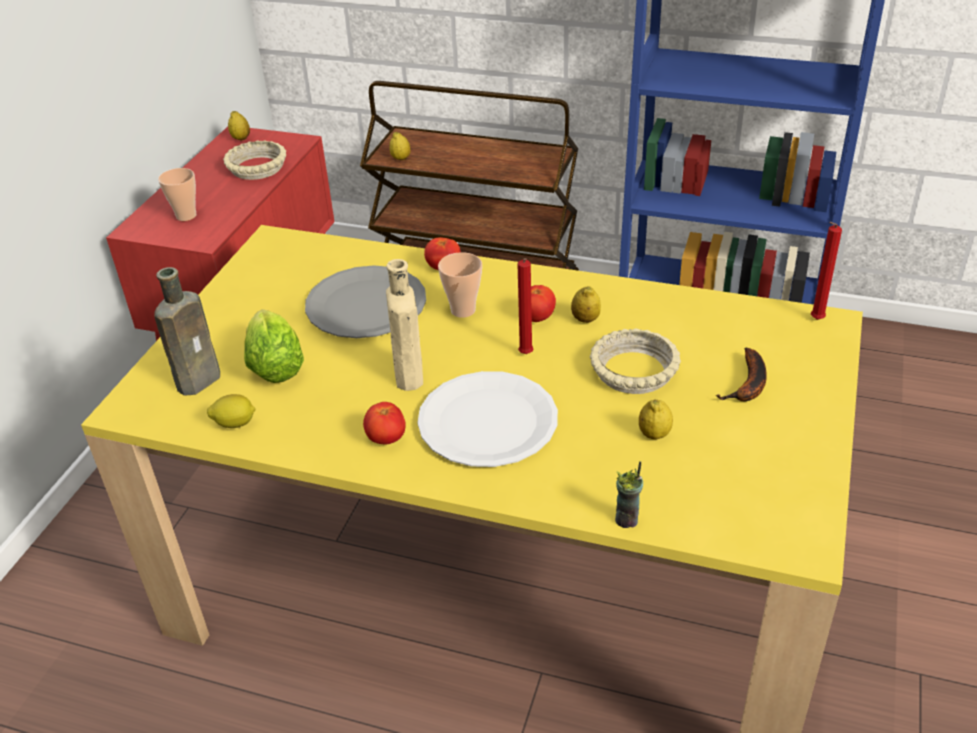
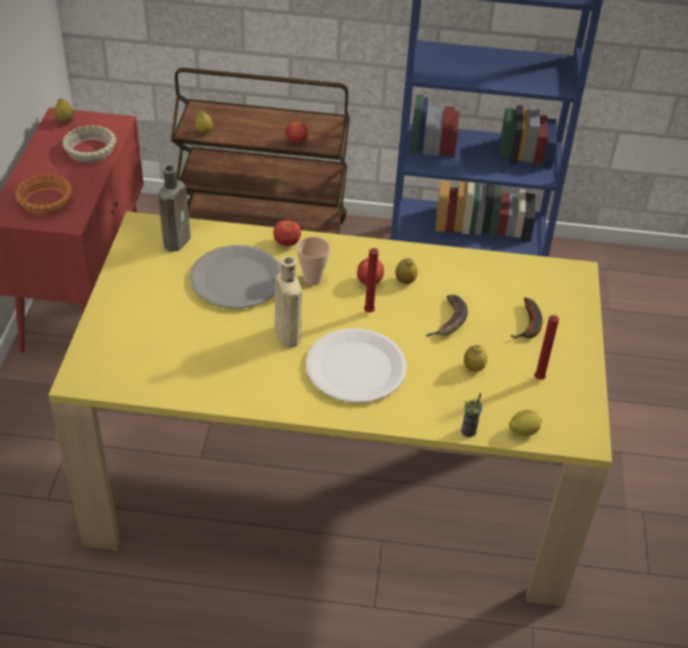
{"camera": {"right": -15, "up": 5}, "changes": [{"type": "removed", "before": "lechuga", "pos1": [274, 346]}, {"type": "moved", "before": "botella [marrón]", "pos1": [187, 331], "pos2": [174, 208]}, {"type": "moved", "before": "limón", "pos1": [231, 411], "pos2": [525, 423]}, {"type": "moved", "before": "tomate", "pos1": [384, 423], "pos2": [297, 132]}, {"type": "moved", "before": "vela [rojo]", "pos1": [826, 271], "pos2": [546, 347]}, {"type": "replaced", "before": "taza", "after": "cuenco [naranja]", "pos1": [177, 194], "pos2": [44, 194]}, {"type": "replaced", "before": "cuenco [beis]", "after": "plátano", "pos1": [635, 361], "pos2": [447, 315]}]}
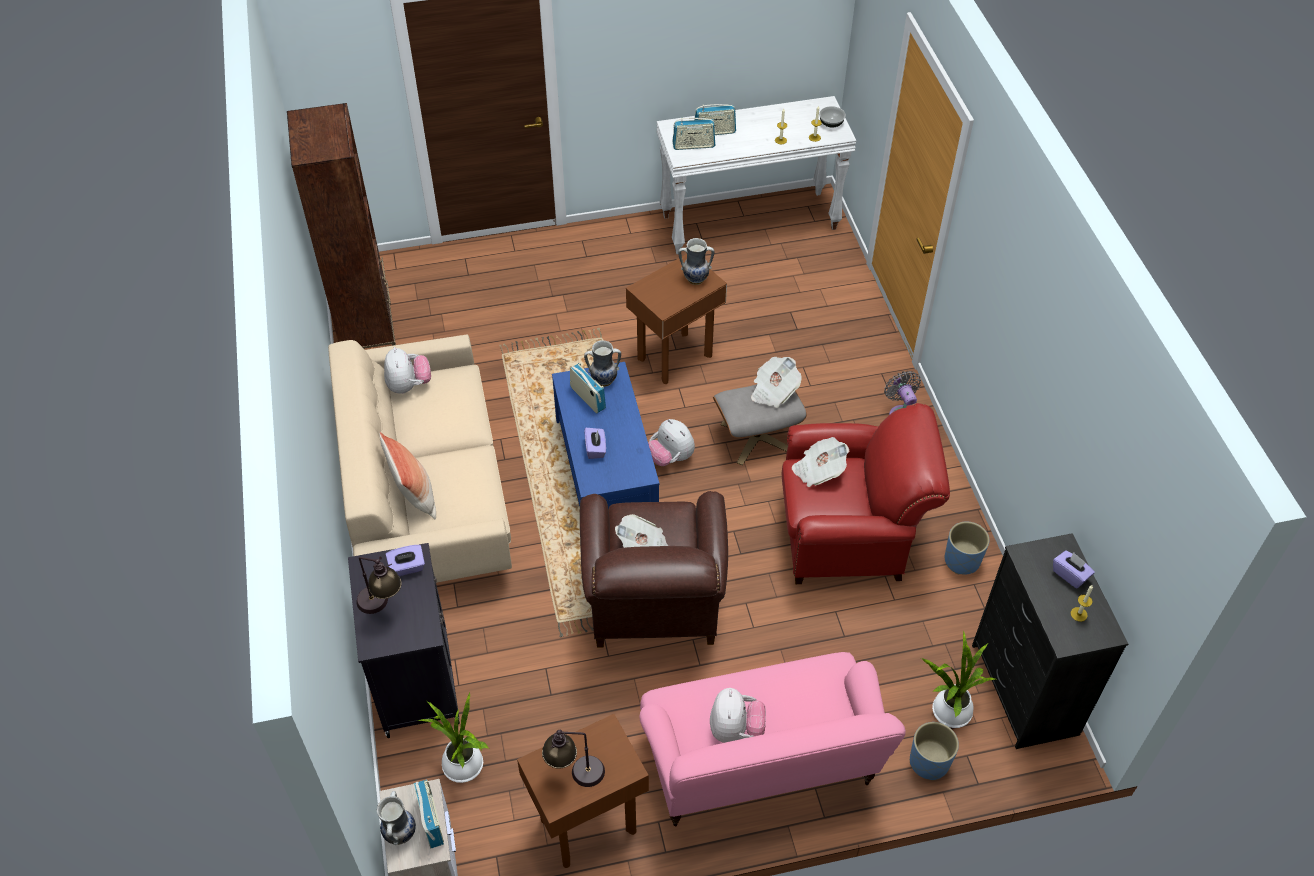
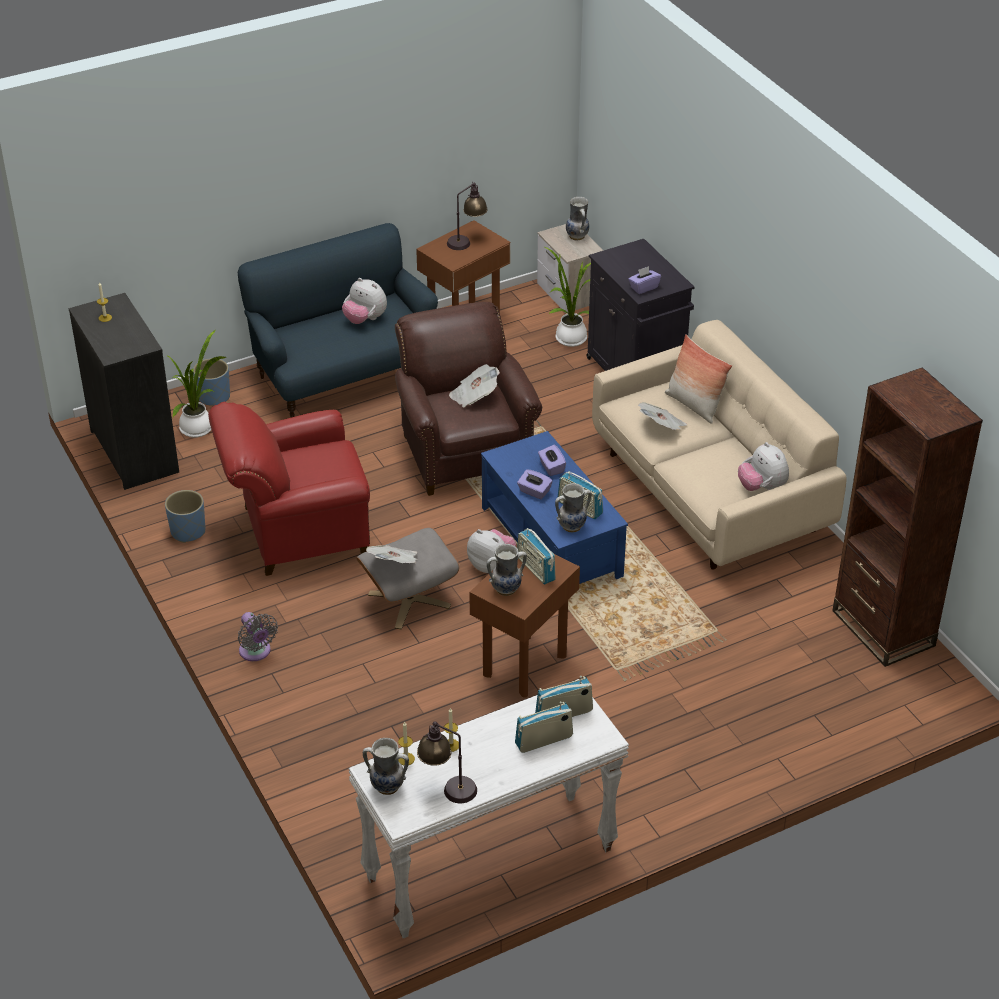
{"camera": {"right": 165, "up": -10}, "changes": [{"type": "moved", "before": "lámpara de mesa", "pos1": [379, 585], "pos2": [447, 762]}, {"type": "moved", "before": "radio", "pos1": [428, 814], "pos2": [536, 556]}, {"type": "moved", "before": "periódico", "pos1": [820, 462], "pos2": [662, 416]}, {"type": "moved", "before": "caja de pañuelos [morado]", "pos1": [1074, 569], "pos2": [534, 484]}, {"type": "replaced", "before": "cuenco", "after": "florero", "pos1": [832, 117], "pos2": [386, 766]}, {"type": "recoloured", "before": "sofá [rosa]", "after": "sofá [azul]", "pos1": [772, 739], "pos2": [338, 320]}, {"type": "turned", "before": "peluche", "pos1": [738, 715], "pos2": [364, 301], "turn": -45}]}
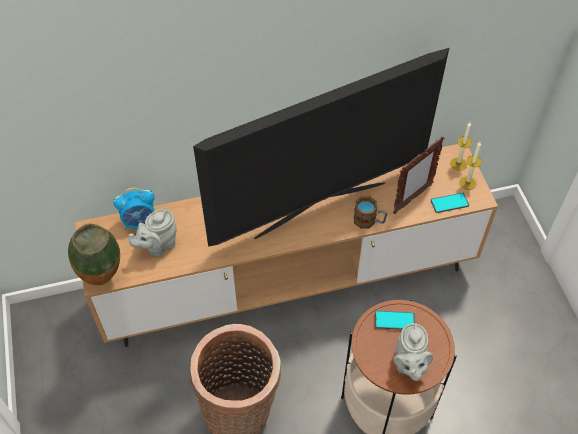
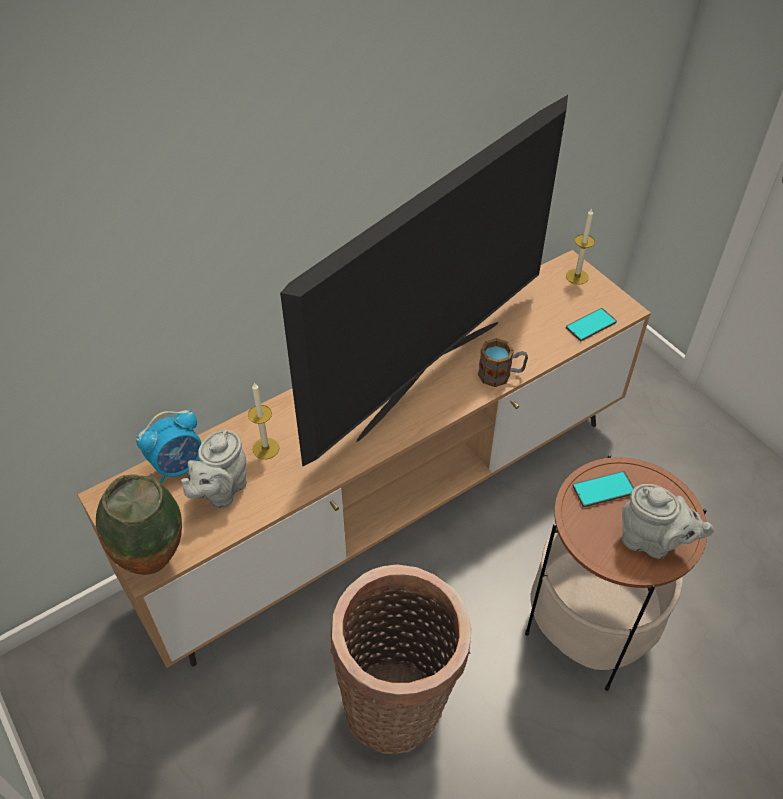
{"camera": {"right": -20, "up": -5}, "changes": [{"type": "removed", "before": "portarretratos", "pos1": [418, 175]}, {"type": "moved", "before": "vela", "pos1": [470, 166], "pos2": [263, 420]}, {"type": "turned", "before": "tetera [gris]", "pos1": [413, 352], "pos2": [668, 521], "turn": -45}]}
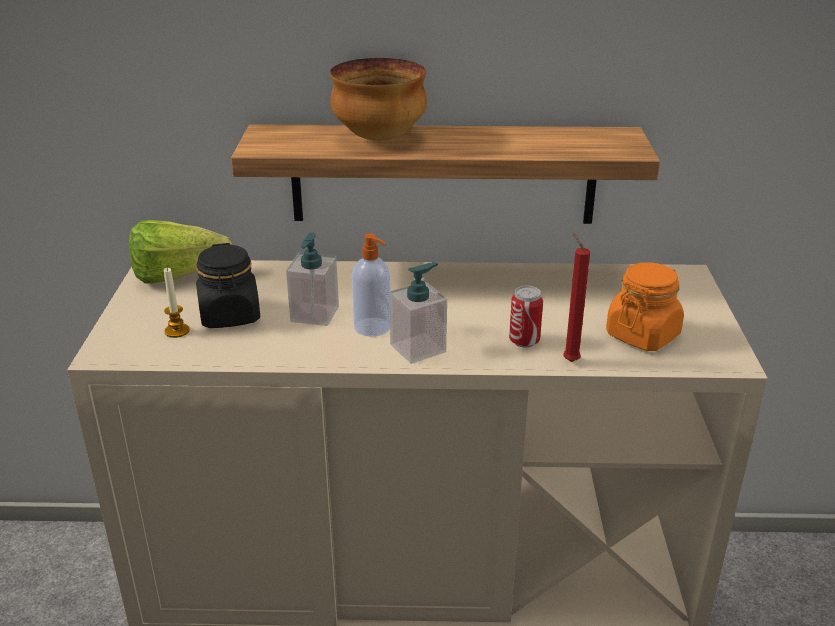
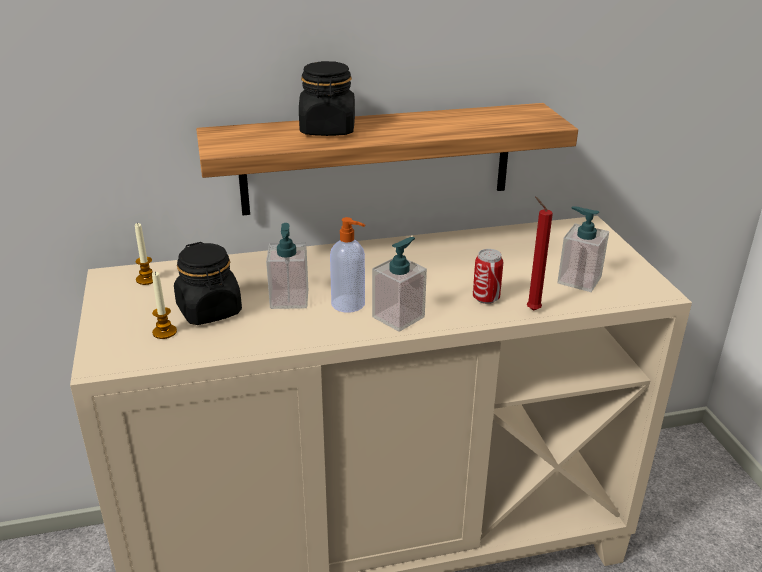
{"camera": {"right": -15, "up": 0}, "changes": [{"type": "replaced", "before": "lechuga", "after": "vela", "pos1": [180, 252], "pos2": [144, 253]}, {"type": "replaced", "before": "cuenco", "after": "tarro [negro]", "pos1": [378, 99], "pos2": [327, 98]}, {"type": "replaced", "before": "tarro [naranja]", "after": "dispensador de jabón", "pos1": [645, 306], "pos2": [583, 249]}]}
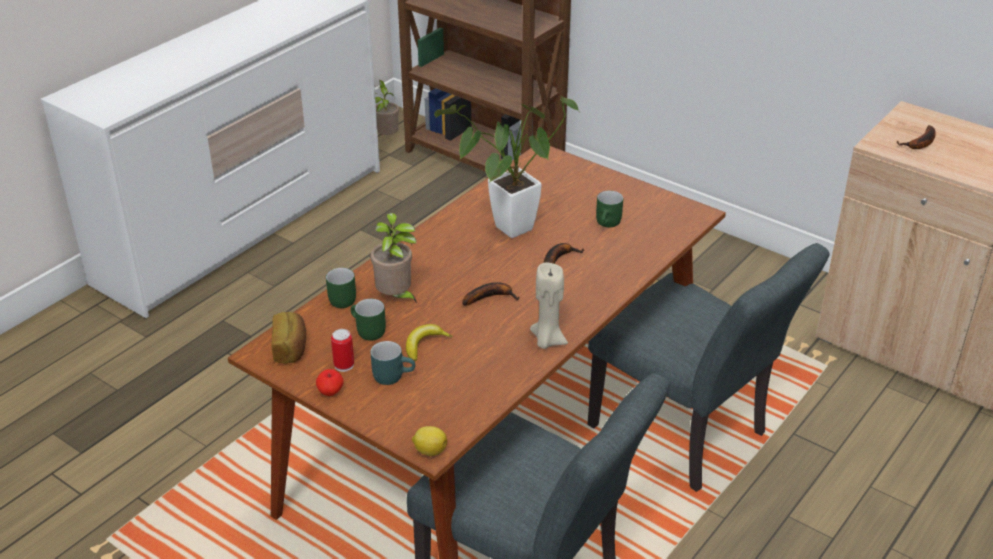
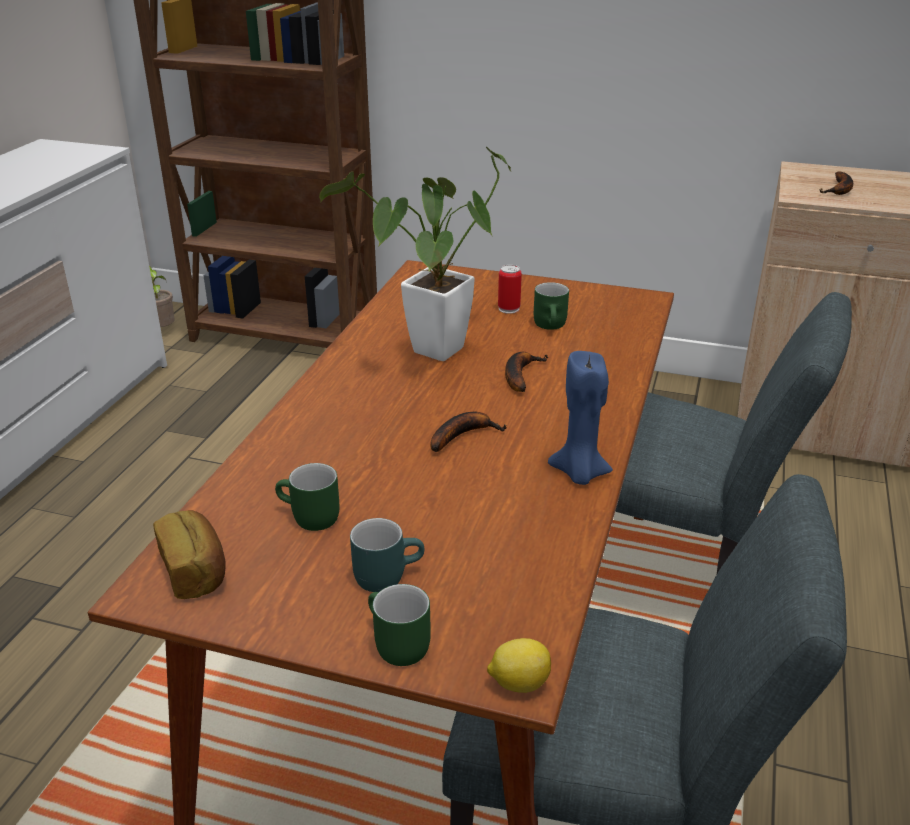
{"camera": {"right": -20, "up": -5}, "changes": [{"type": "removed", "before": "manzana", "pos1": [329, 382]}, {"type": "removed", "before": "planta en maceta", "pos1": [394, 258]}, {"type": "removed", "before": "plátano", "pos1": [429, 342]}, {"type": "moved", "before": "taza grande [verde]", "pos1": [341, 288], "pos2": [399, 625]}, {"type": "moved", "before": "lata", "pos1": [342, 350], "pos2": [510, 289]}, {"type": "recoloured", "before": "vela [beis]", "after": "vela [azul]", "pos1": [549, 306], "pos2": [580, 418]}]}
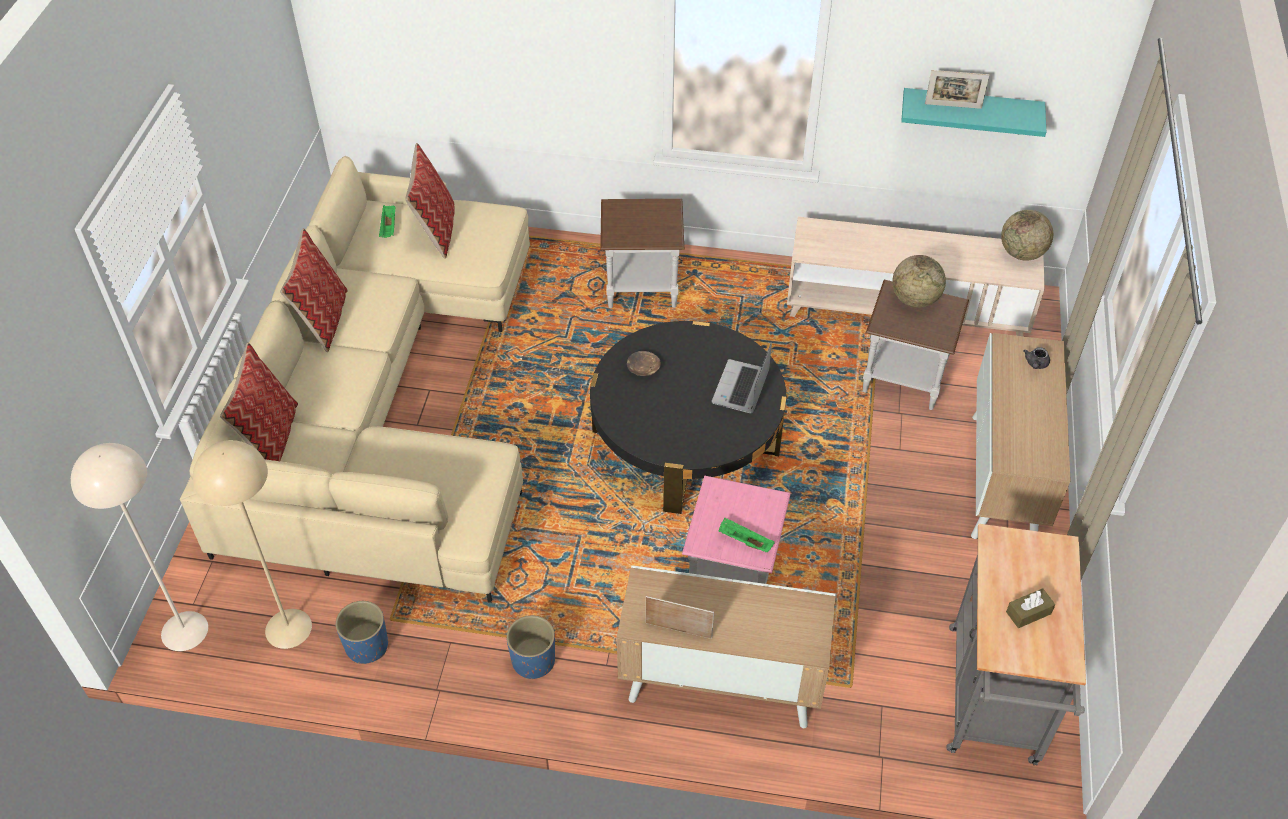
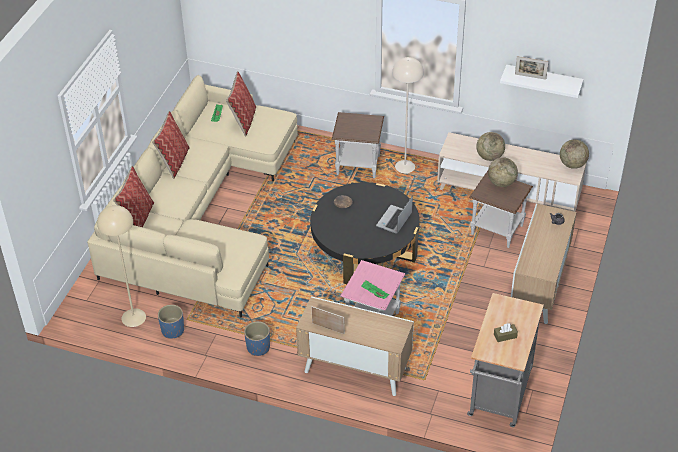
{"camera": {"right": 10, "up": -5}, "changes": [{"type": "added", "after": "globo terráqueo", "pos2": [490, 146]}, {"type": "moved", "before": "lámpara de pie [beis]", "pos1": [139, 547], "pos2": [408, 115]}, {"type": "recoloured", "before": "estante [turquesa]", "after": "estante [blanco]", "pos1": [973, 112], "pos2": [542, 81]}]}
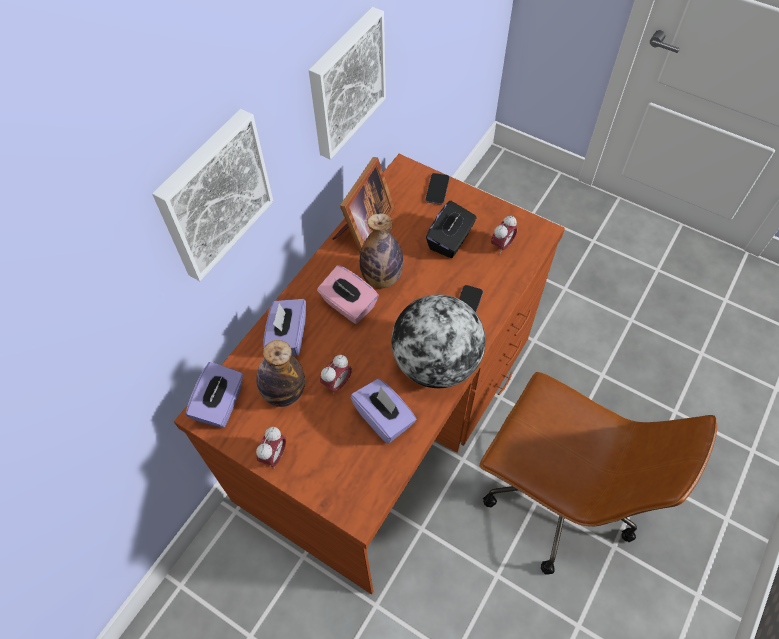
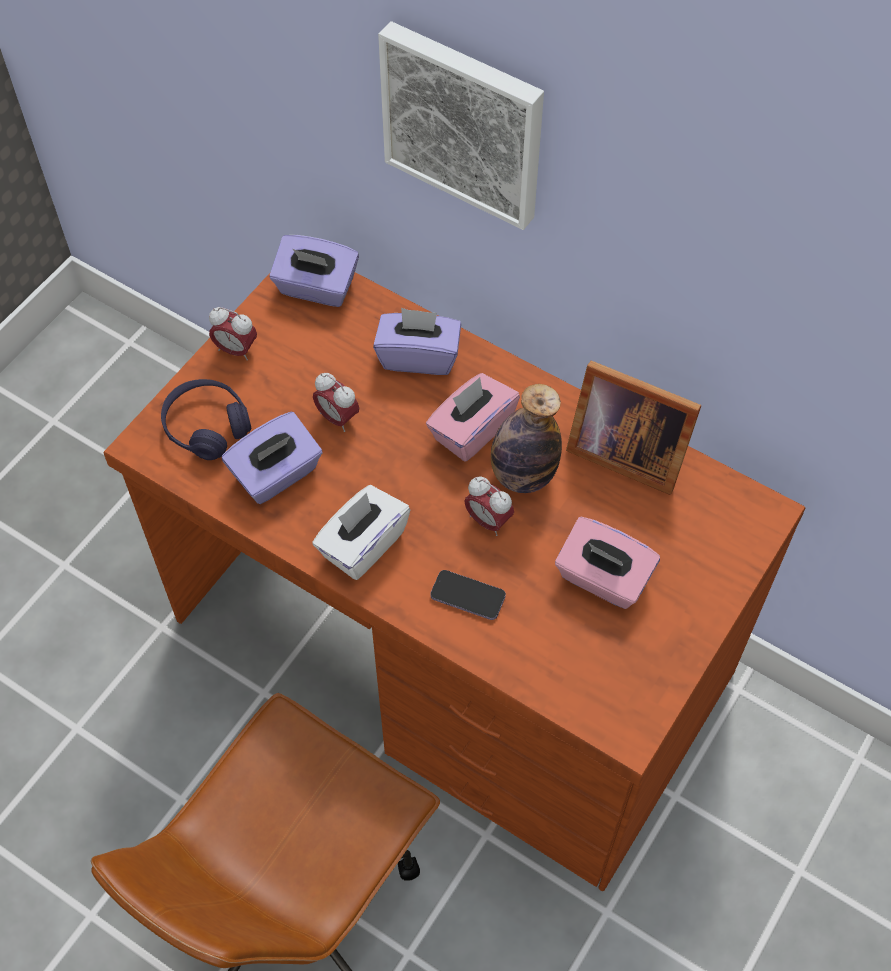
{"camera": {"right": 90, "up": 0}, "changes": [{"type": "removed", "before": "botella", "pos1": [280, 373]}, {"type": "removed", "before": "cuadro", "pos1": [347, 83]}, {"type": "removed", "before": "móvil", "pos1": [438, 189]}, {"type": "added", "after": "auriculares [morado]", "pos2": [206, 419]}, {"type": "moved", "before": "despertador", "pos1": [504, 234], "pos2": [489, 506]}, {"type": "replaced", "before": "globo terráqueo", "after": "caja de pañuelos [blanco]", "pos1": [438, 341], "pos2": [361, 532]}, {"type": "recoloured", "before": "caja de pañuelos [negro]", "after": "caja de pañuelos [rosa]", "pos1": [451, 229], "pos2": [607, 563]}]}
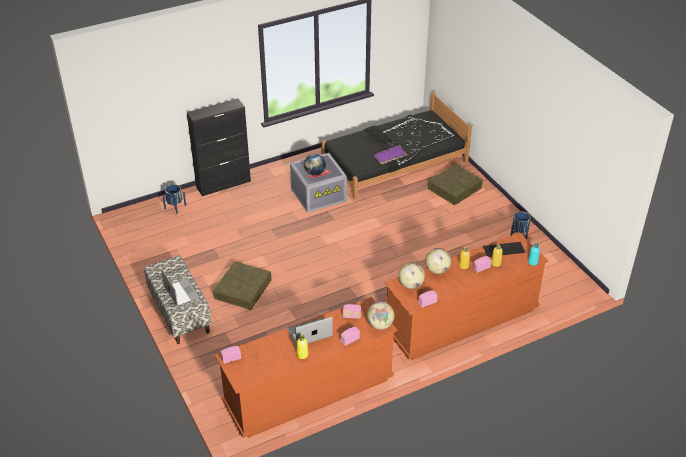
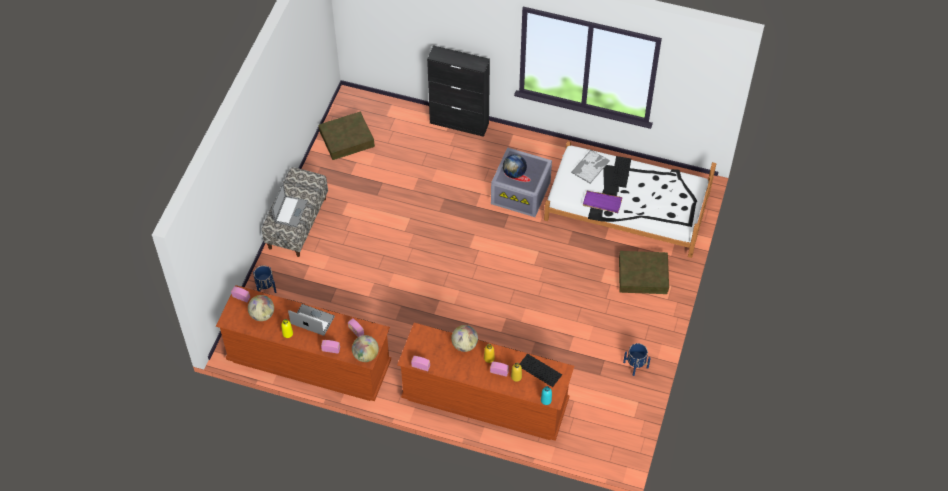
{"camera": {"right": 45, "up": 15}, "changes": [{"type": "added", "after": "bandeja", "pos2": [590, 167]}, {"type": "moved", "before": "maceta [azul]", "pos1": [174, 199], "pos2": [264, 279]}, {"type": "moved", "before": "caja de almacenaje [marrón]", "pos1": [242, 285], "pos2": [346, 136]}, {"type": "moved", "before": "globo terráqueo", "pos1": [411, 275], "pos2": [261, 308]}, {"type": "recoloured", "before": "cama [negro]", "after": "cama [blanco]", "pos1": [396, 146], "pos2": [630, 199]}]}
